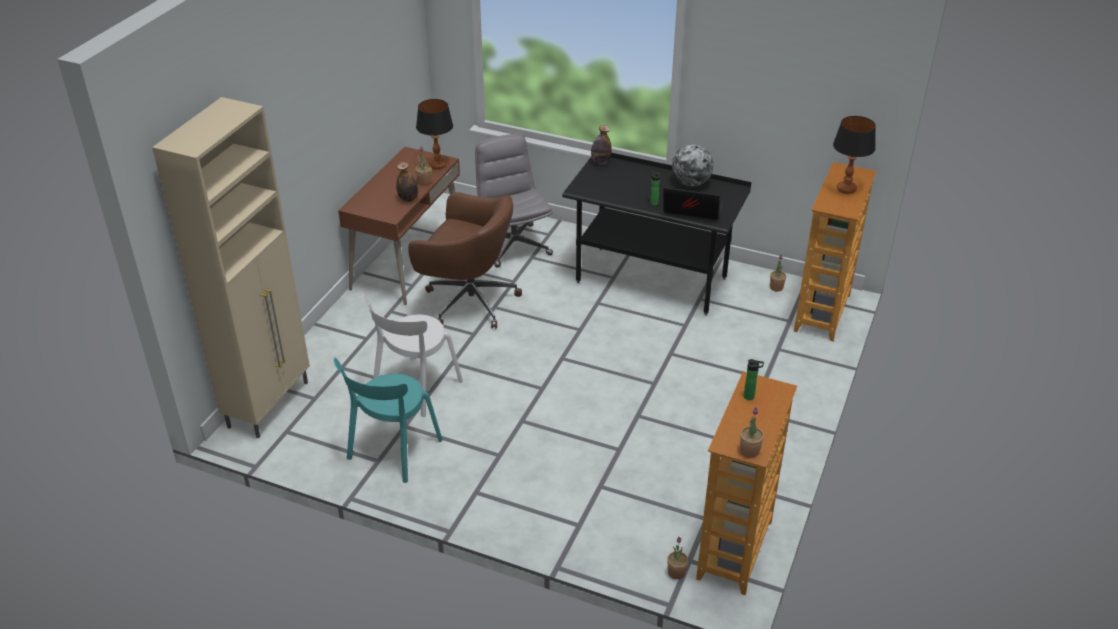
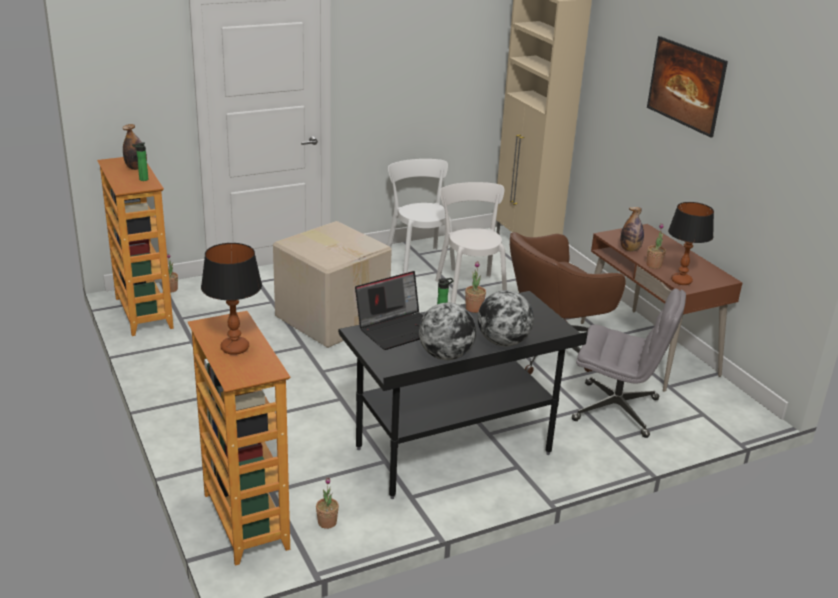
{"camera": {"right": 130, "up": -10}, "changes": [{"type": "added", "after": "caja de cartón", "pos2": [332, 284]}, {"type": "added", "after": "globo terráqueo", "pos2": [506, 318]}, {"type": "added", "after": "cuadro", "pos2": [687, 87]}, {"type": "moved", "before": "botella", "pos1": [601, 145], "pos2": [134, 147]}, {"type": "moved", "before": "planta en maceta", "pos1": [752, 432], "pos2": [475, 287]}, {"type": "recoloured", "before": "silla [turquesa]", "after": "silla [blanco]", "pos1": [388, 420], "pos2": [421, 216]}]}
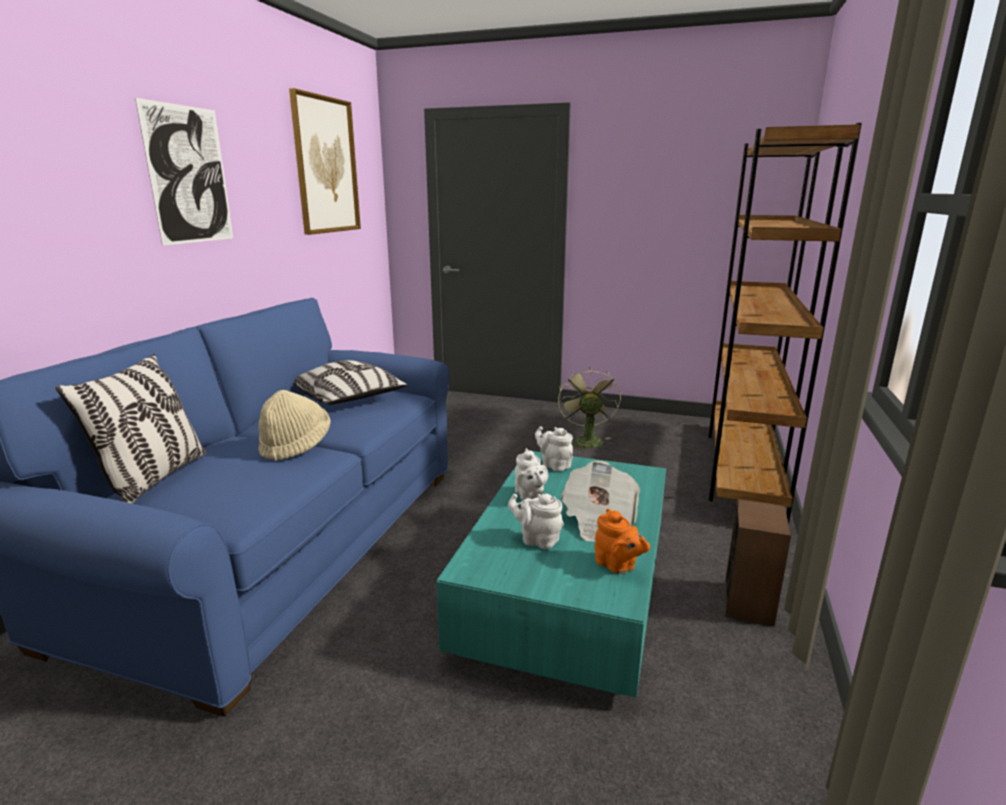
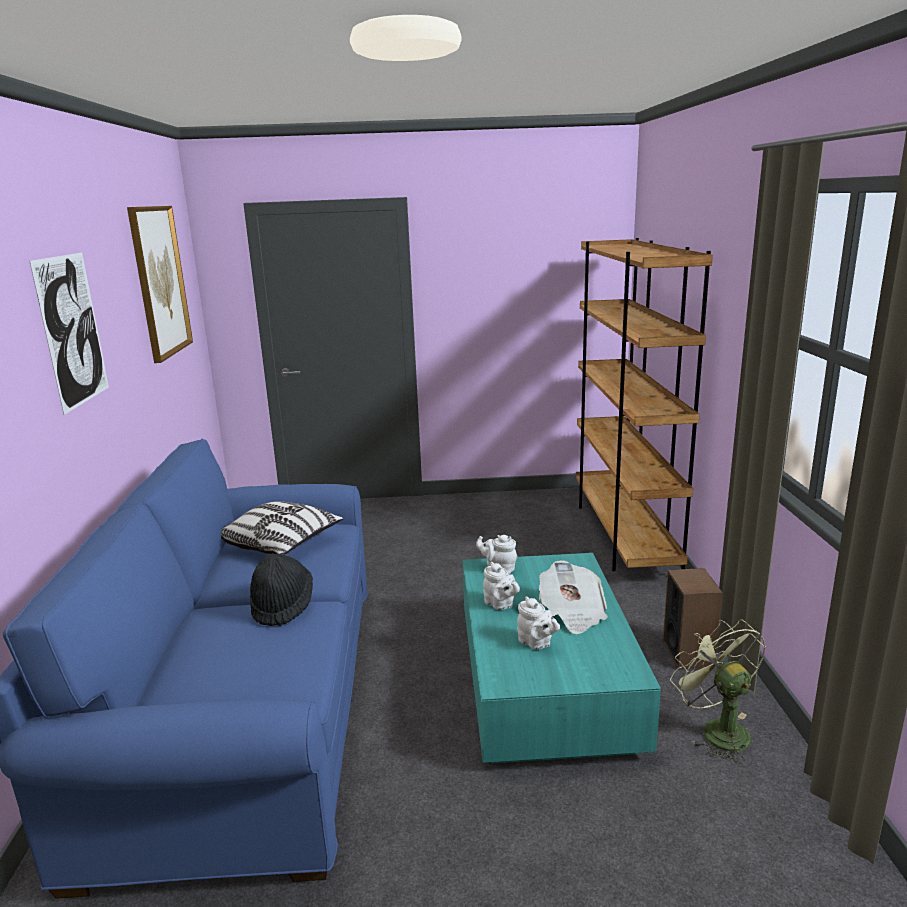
{"camera": {"right": -20, "up": 0}, "changes": [{"type": "removed", "before": "cojín", "pos1": [131, 429]}, {"type": "removed", "before": "tetera [naranja]", "pos1": [622, 541]}, {"type": "moved", "before": "ventilador [verde]", "pos1": [589, 409], "pos2": [718, 692]}, {"type": "recoloured", "before": "sombrero [beis]", "after": "sombrero [negro]", "pos1": [295, 425], "pos2": [281, 589]}, {"type": "turned", "before": "tetera [blanco]", "pos1": [535, 521], "pos2": [538, 623], "turn": -135}]}
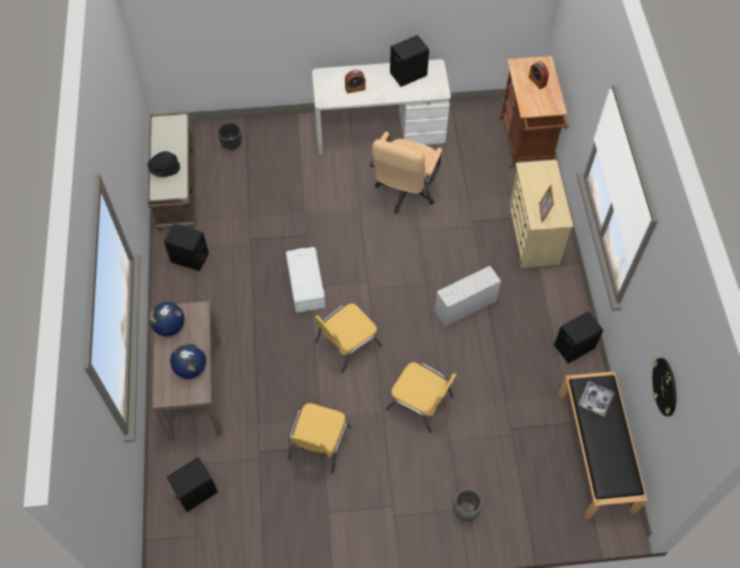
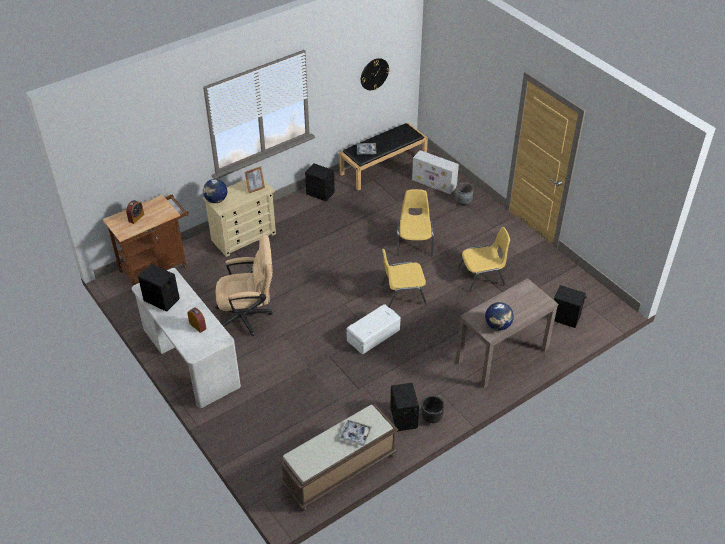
{"camera": {"right": -120, "up": -15}, "changes": [{"type": "moved", "before": "globo terráqueo", "pos1": [188, 361], "pos2": [215, 191]}, {"type": "moved", "before": "maceta [negro]", "pos1": [230, 136], "pos2": [433, 409]}, {"type": "moved", "before": "caja de almacenaje [blanco]", "pos1": [467, 296], "pos2": [435, 172]}, {"type": "replaced", "before": "sombrero [negro]", "after": "bandeja", "pos1": [163, 164], "pos2": [355, 433]}, {"type": "turned", "before": "silla [amarillo]", "pos1": [348, 338], "pos2": [404, 278], "turn": 150}]}
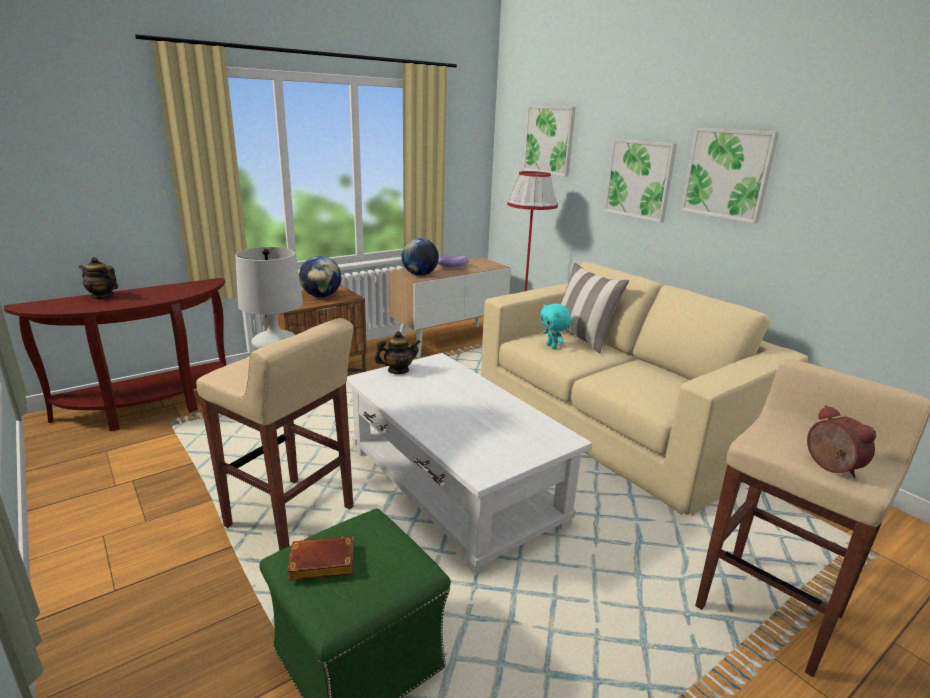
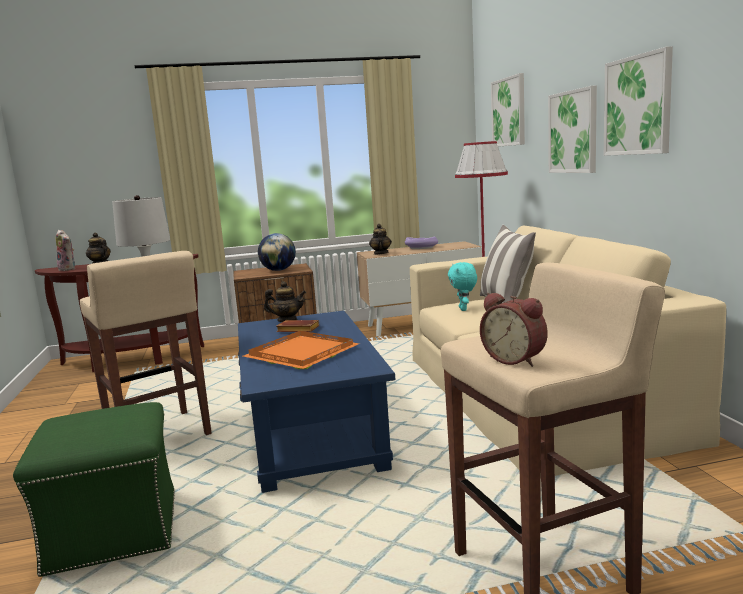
{"camera": {"right": 25, "up": -10}, "changes": [{"type": "added", "after": "peluche", "pos2": [65, 250]}, {"type": "added", "after": "bandeja [naranja]", "pos2": [301, 350]}, {"type": "moved", "before": "libro [marrón]", "pos1": [320, 558], "pos2": [298, 326]}, {"type": "replaced", "before": "globo terráqueo", "after": "tetera", "pos1": [420, 257], "pos2": [380, 239]}, {"type": "recoloured", "before": "mesa de centro [blanco]", "after": "mesa de centro [azul]", "pos1": [469, 464], "pos2": [316, 402]}, {"type": "turned", "before": "despertador", "pos1": [841, 441], "pos2": [514, 330], "turn": 135}]}
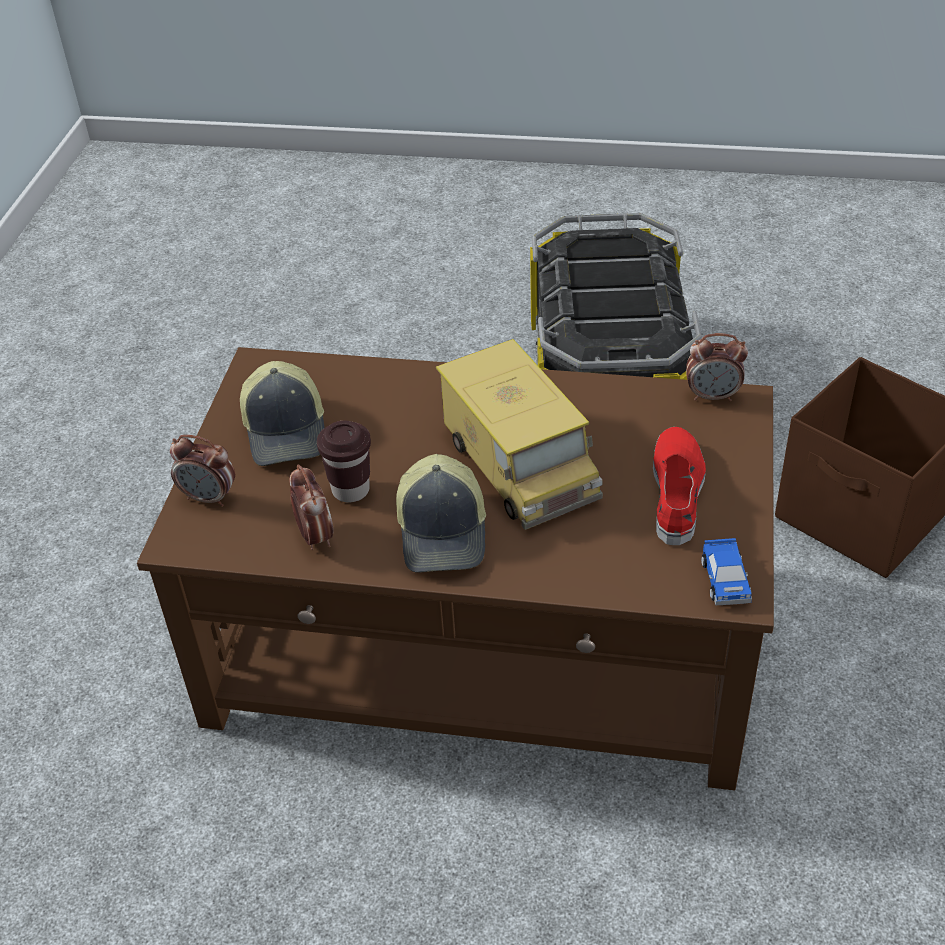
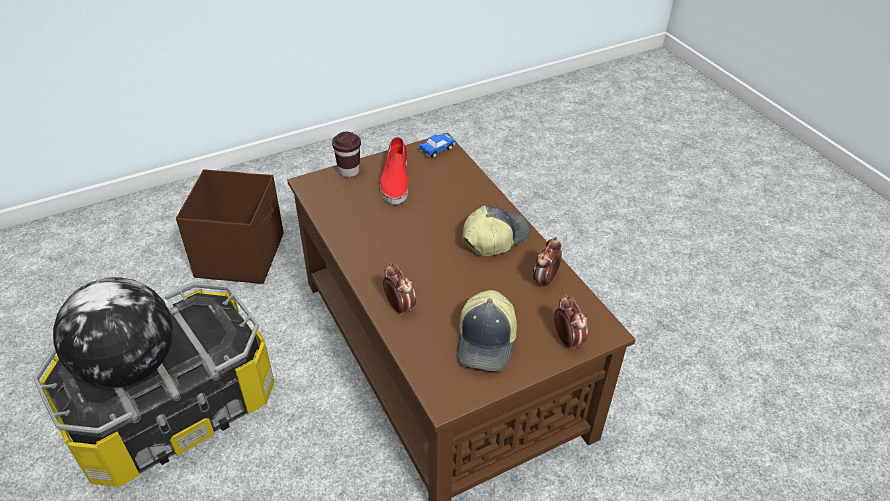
{"camera": {"right": -130, "up": 0}, "changes": [{"type": "removed", "before": "camión de juguete", "pos1": [519, 434]}, {"type": "added", "after": "globo terráqueo", "pos2": [113, 332]}, {"type": "moved", "before": "taza [marrón]", "pos1": [344, 461], "pos2": [346, 154]}, {"type": "moved", "before": "despertador", "pos1": [717, 367], "pos2": [399, 289]}, {"type": "turned", "before": "gorra", "pos1": [282, 413], "pos2": [487, 330], "turn": 150}, {"type": "turned", "before": "zapato [rojo]", "pos1": [679, 486], "pos2": [394, 170], "turn": -60}]}
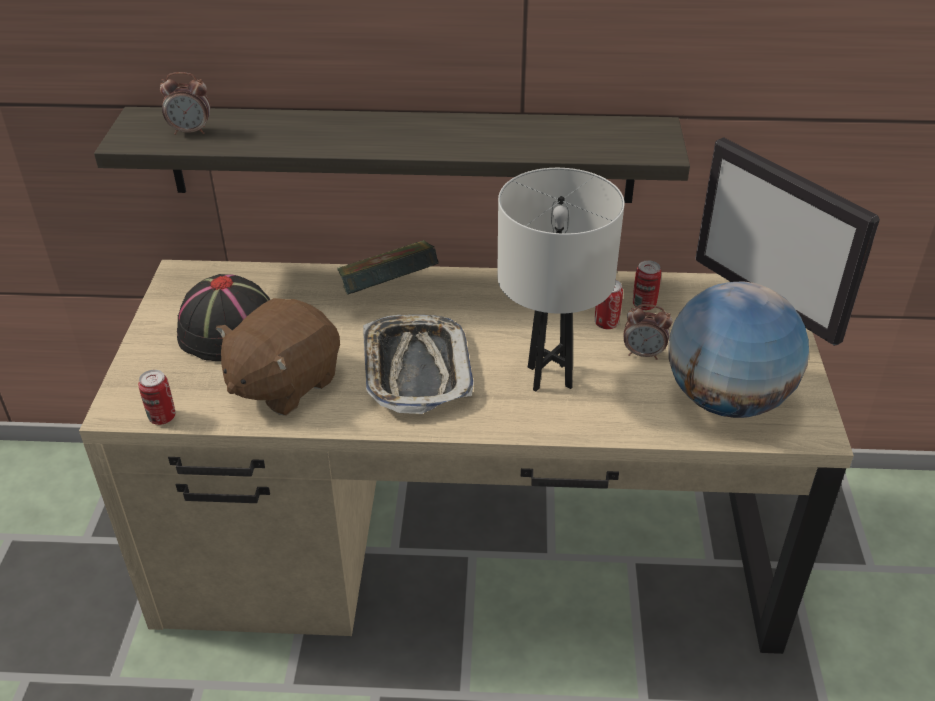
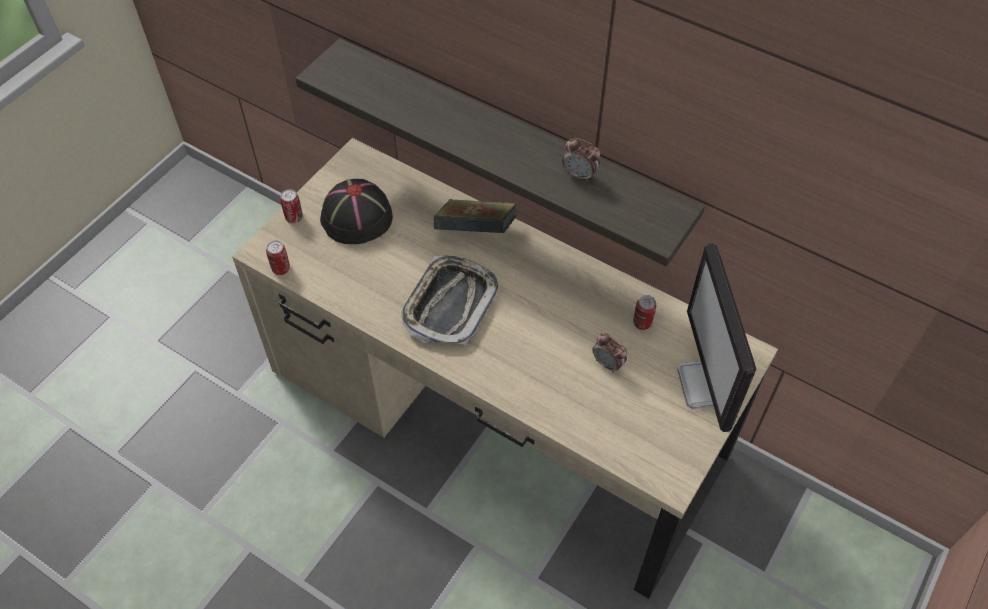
{"camera": {"right": 30, "up": 15}, "changes": [{"type": "removed", "before": "peluche [marrón]", "pos1": [278, 357]}, {"type": "removed", "before": "lámpara de mesa [blanco]", "pos1": [561, 280]}, {"type": "removed", "before": "globo terráqueo", "pos1": [738, 350]}, {"type": "moved", "before": "despertador", "pos1": [185, 103], "pos2": [581, 160]}, {"type": "moved", "before": "lata", "pos1": [609, 304], "pos2": [291, 206]}]}
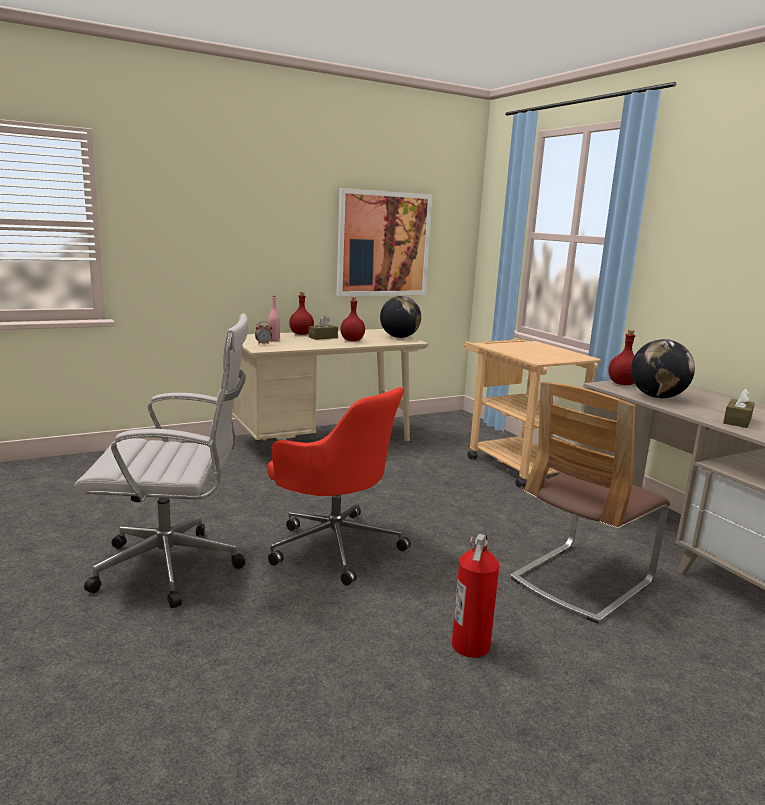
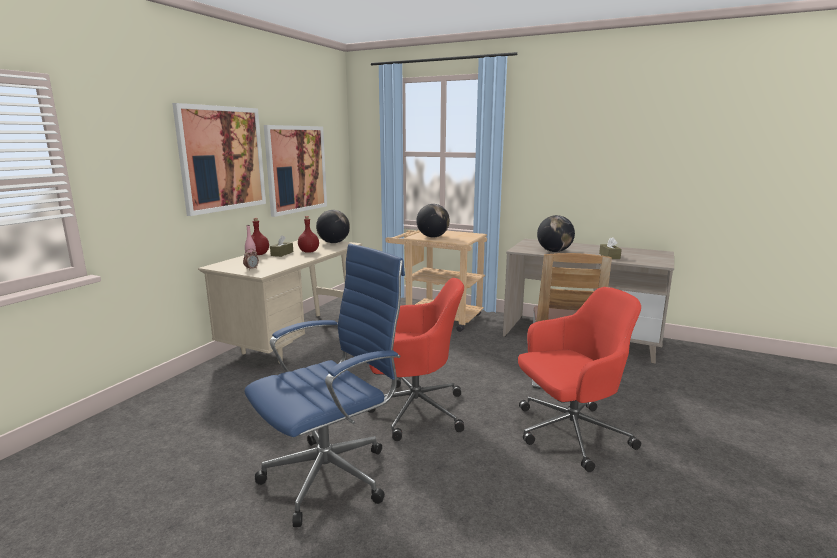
{"camera": {"right": -35, "up": 0}, "changes": [{"type": "removed", "before": "botella [rojo]", "pos1": [621, 357]}, {"type": "added", "after": "cuadro", "pos2": [219, 159]}, {"type": "added", "after": "globo terráqueo", "pos2": [433, 220]}, {"type": "replaced", "before": "extintor", "after": "silla de oficina [rojo]", "pos1": [475, 596], "pos2": [579, 379]}, {"type": "recoloured", "before": "silla de oficina [blanco]", "after": "silla de oficina [azul]", "pos1": [161, 461], "pos2": [325, 385]}]}
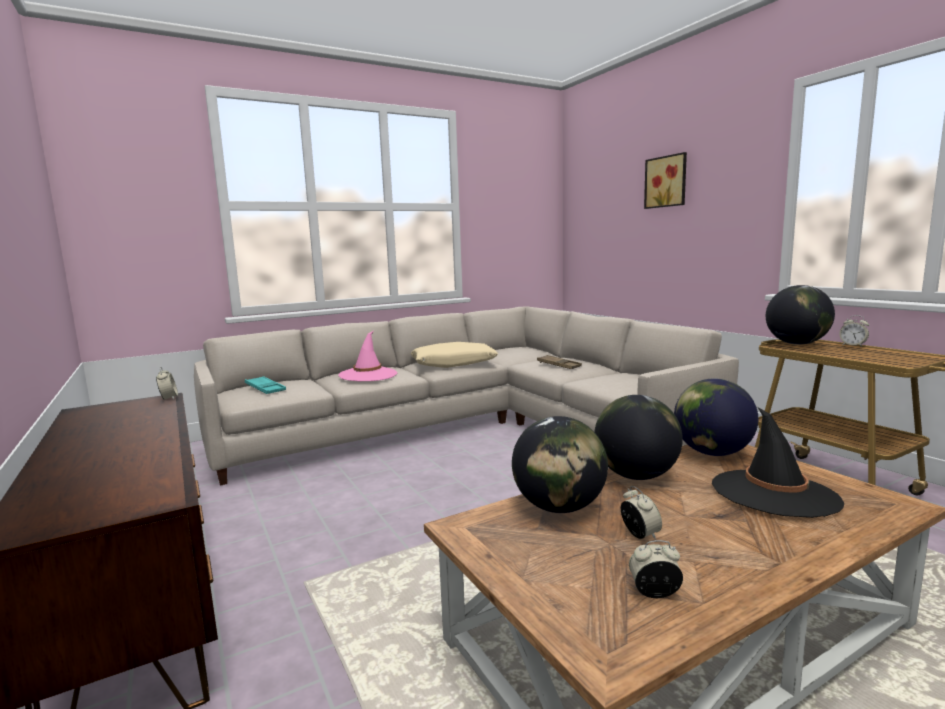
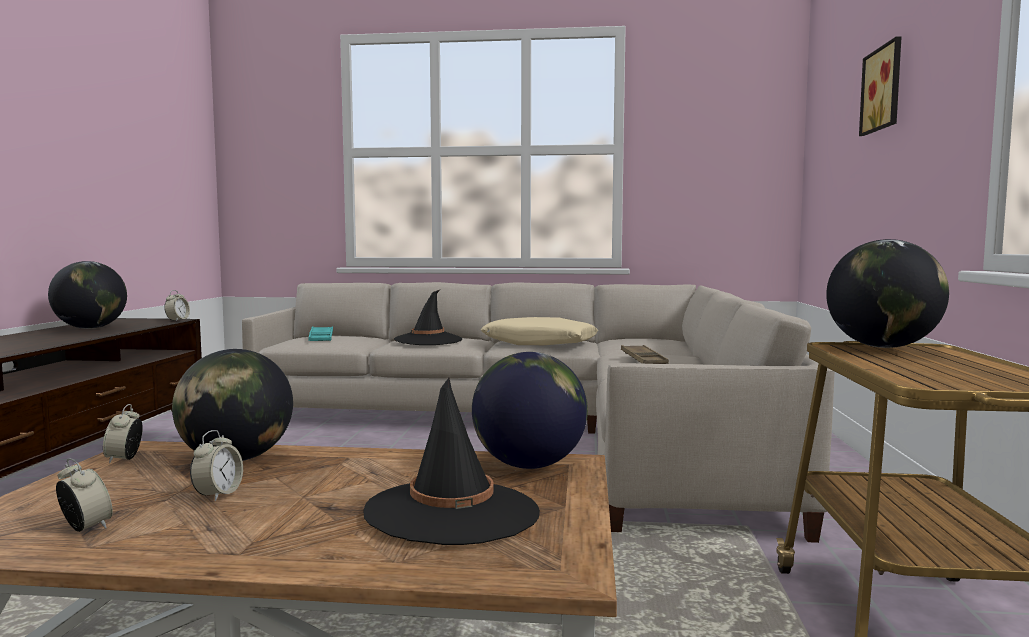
{"camera": {"right": 35, "up": -5}, "changes": [{"type": "moved", "before": "globo terráqueo", "pos1": [638, 437], "pos2": [87, 295]}, {"type": "moved", "before": "despertador", "pos1": [854, 331], "pos2": [123, 433]}, {"type": "recoloured", "before": "sombrero [rosa]", "after": "sombrero [negro]", "pos1": [367, 356], "pos2": [428, 317]}]}
